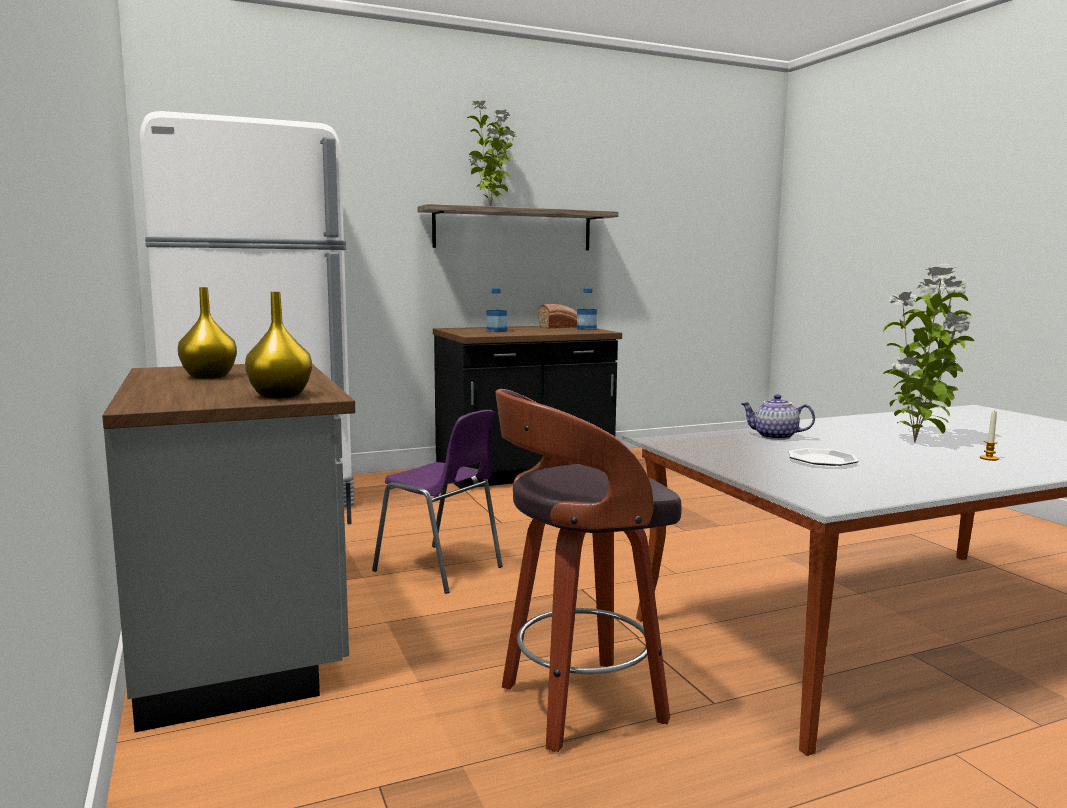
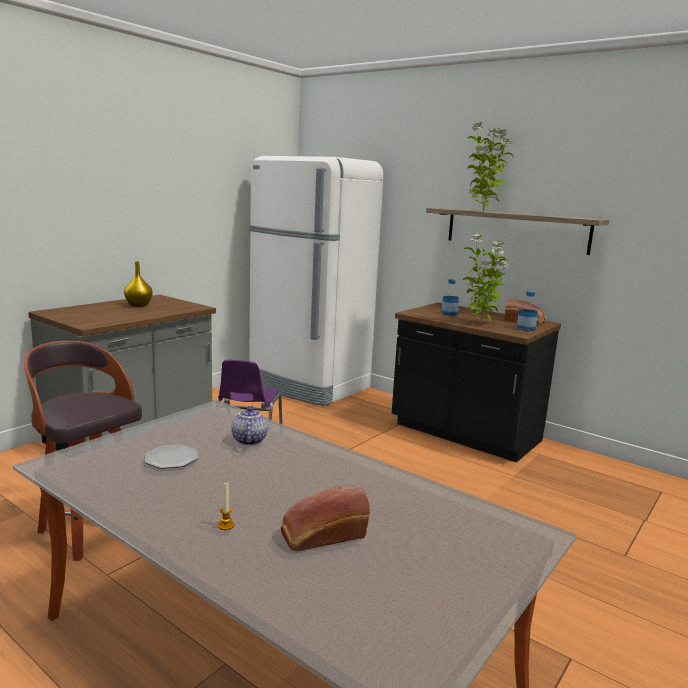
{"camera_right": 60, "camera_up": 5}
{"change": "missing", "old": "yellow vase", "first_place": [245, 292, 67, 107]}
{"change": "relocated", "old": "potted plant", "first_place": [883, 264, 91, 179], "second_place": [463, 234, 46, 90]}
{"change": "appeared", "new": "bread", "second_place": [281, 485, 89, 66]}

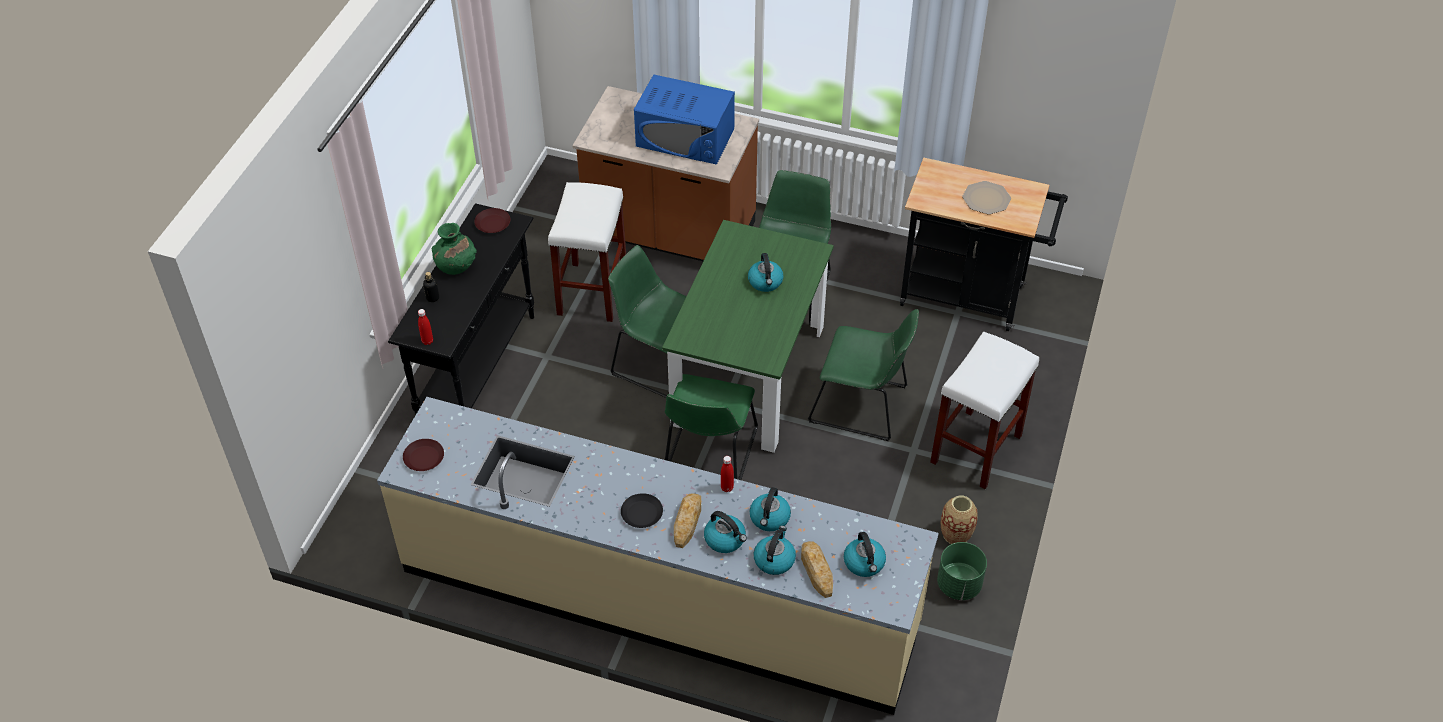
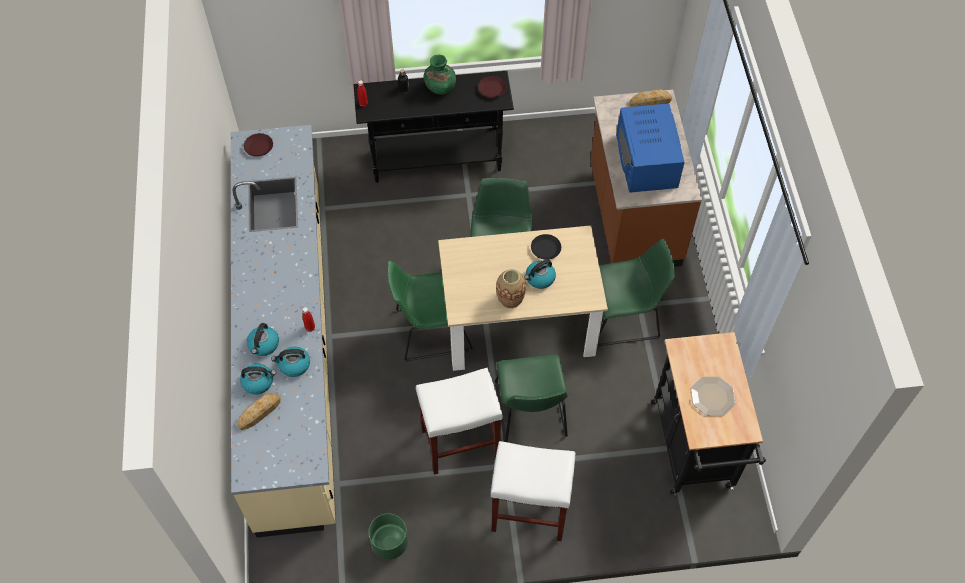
{"camera_right": 65, "camera_up": 10}
{"change": "relocated", "old": "white stool", "first_place": [548, 182, 78, 140], "second_place": [416, 368, 87, 107]}
{"change": "relocated", "old": "black plate", "first_place": [621, 493, 42, 35], "second_place": [531, 234, 30, 26]}
{"change": "colour", "old": "green dining table", "new": "beige dining table", "first_place": [662, 220, 172, 233], "second_place": [438, 225, 170, 146]}
{"change": "relocated", "old": "bread", "first_place": [674, 493, 27, 55], "second_place": [629, 89, 43, 18]}
{"change": "missing", "old": "kettle", "first_place": [844, 532, 42, 45]}
{"change": "relocated", "old": "vase", "first_place": [941, 495, 37, 49], "second_place": [496, 269, 30, 40]}

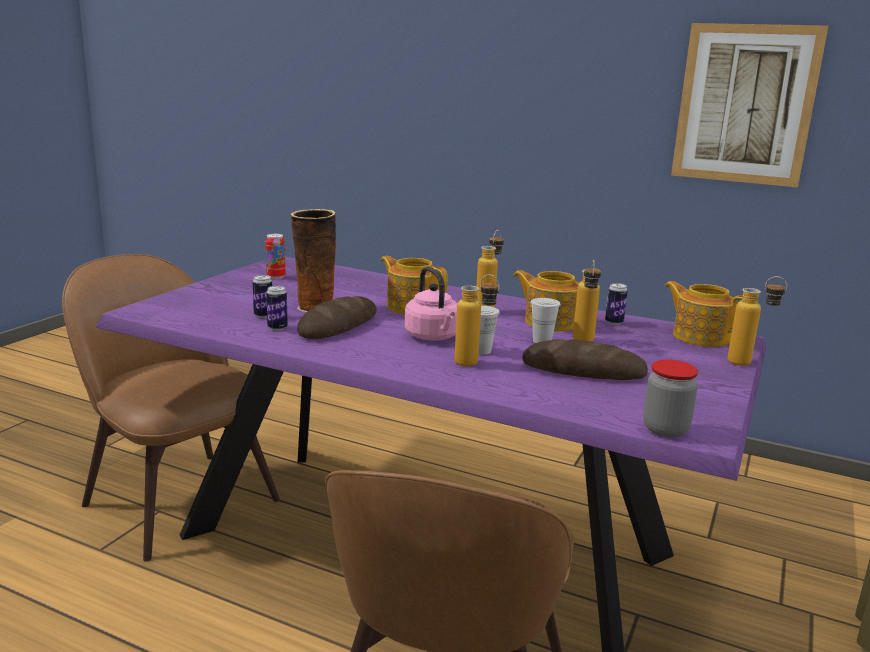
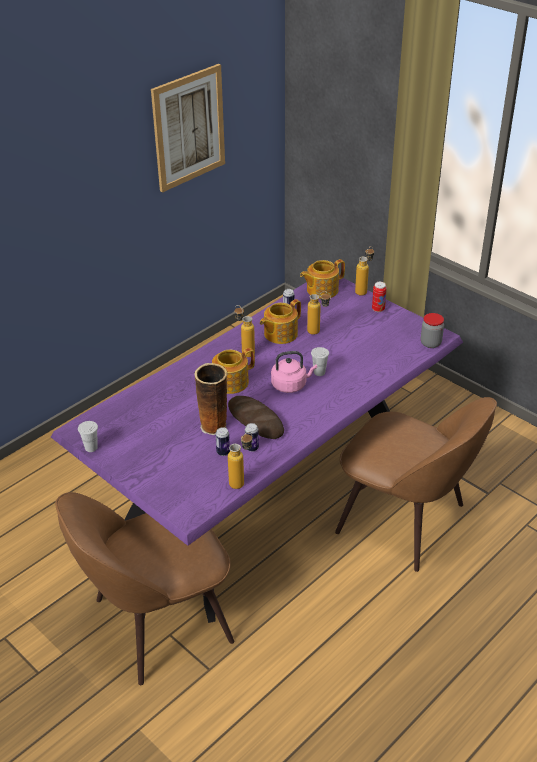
{"camera_right": -70, "camera_up": 20}
{"change": "relocated", "old": "can", "first_place": [265, 234, 21, 45], "second_place": [372, 282, 15, 30]}
{"change": "relocated", "old": "bottle", "first_place": [454, 274, 46, 93], "second_place": [228, 432, 24, 57]}
{"change": "missing", "old": "bread", "first_place": [522, 339, 126, 41]}
{"change": "relocated", "old": "white cup", "first_place": [531, 298, 30, 45], "second_place": [78, 421, 20, 31]}

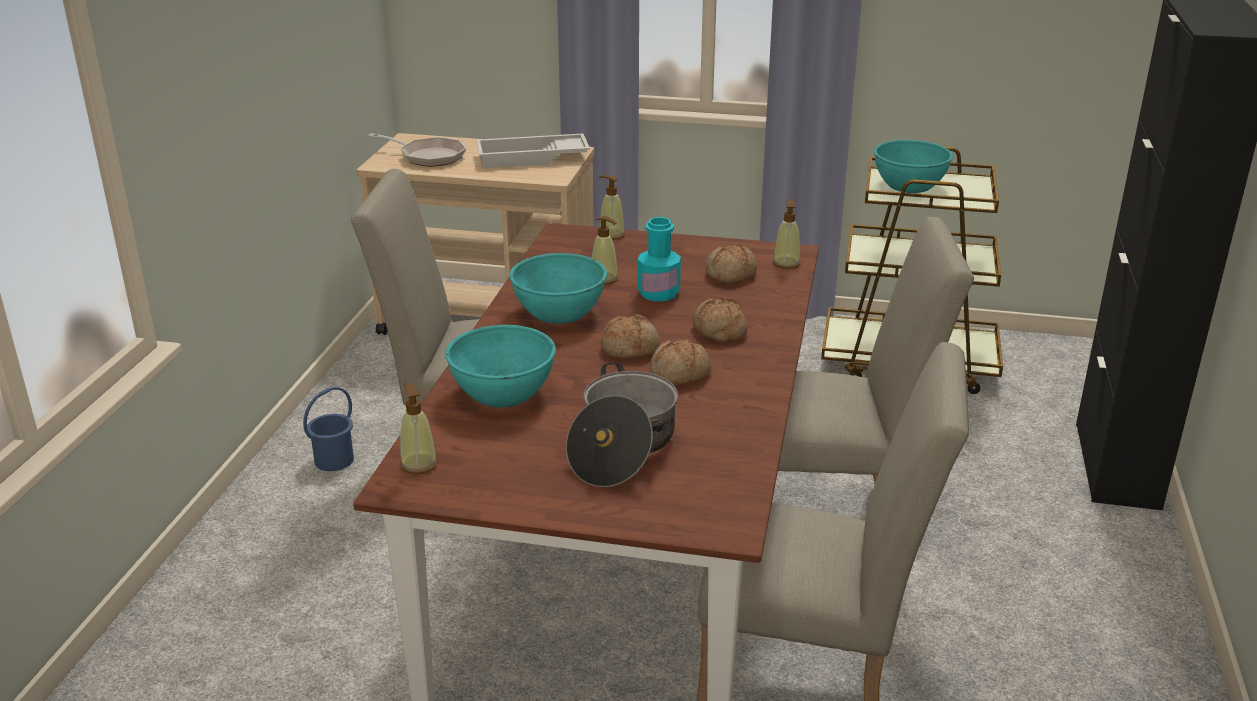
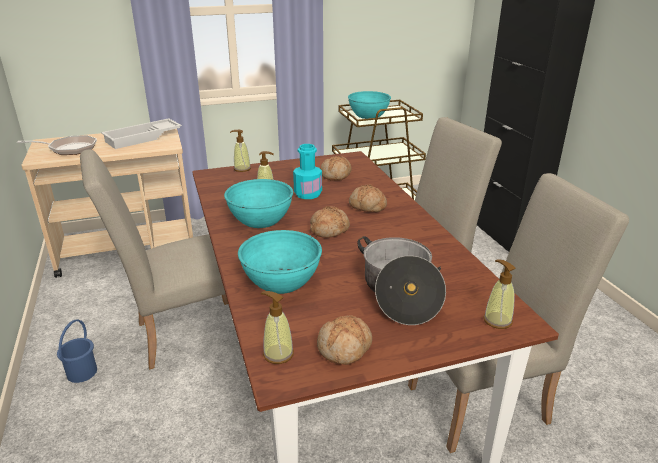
{"camera_right": -30, "camera_up": 0}
{"change": "relocated", "old": "bread", "first_place": [650, 339, 62, 47], "second_place": [317, 315, 55, 50]}
{"change": "relocated", "old": "soap dispenser", "first_place": [773, 200, 27, 69], "second_place": [483, 260, 33, 69]}

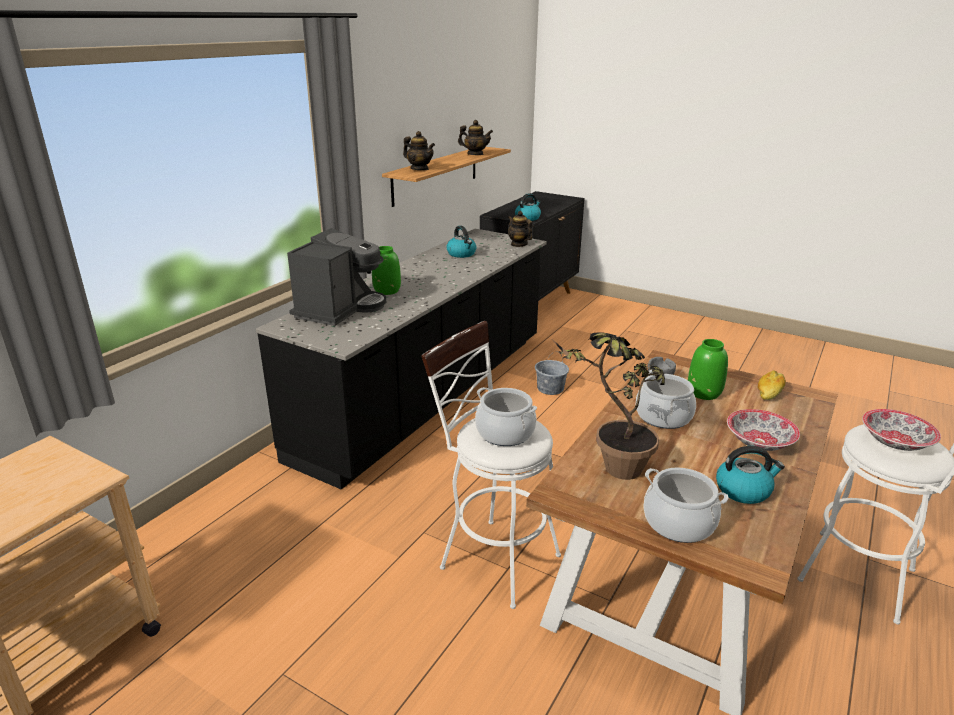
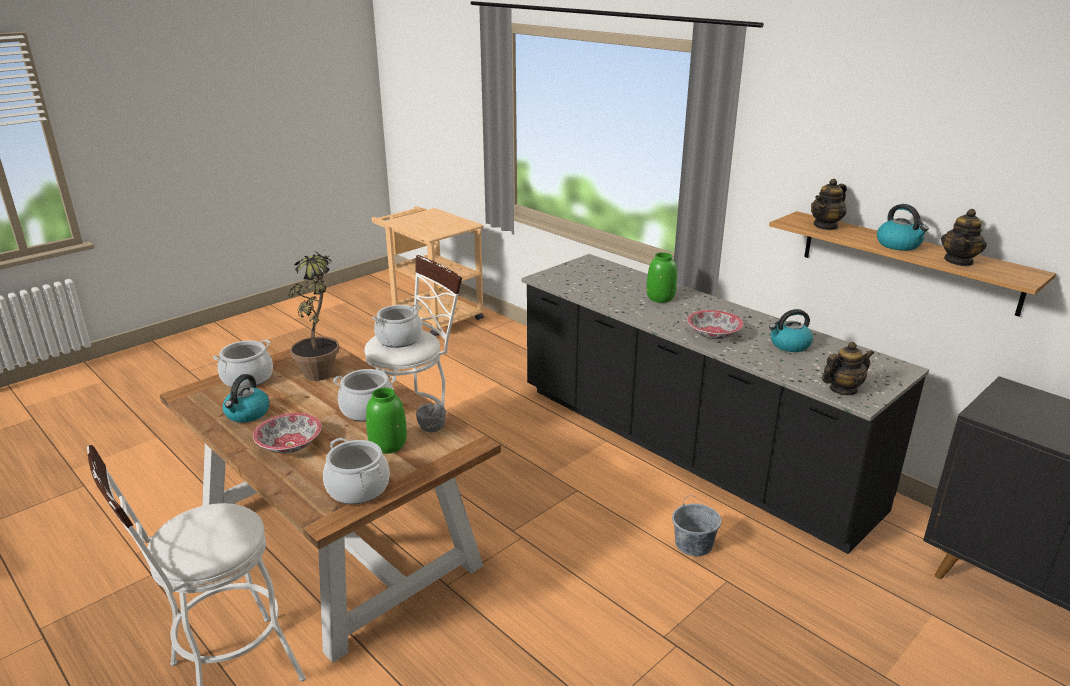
{"camera_right": 105, "camera_up": 0}
{"change": "missing", "old": "coffee machine", "first_place": [287, 228, 99, 98]}
{"change": "relocated", "old": "kettle", "first_place": [515, 193, 26, 28], "second_place": [877, 204, 52, 47]}
{"change": "exchanged", "old": "bread", "new": "cooking pot", "first_place": [758, 370, 28, 30], "second_place": [323, 438, 67, 66]}
{"change": "relocated", "old": "bowl", "first_place": [862, 409, 79, 42], "second_place": [687, 310, 56, 29]}

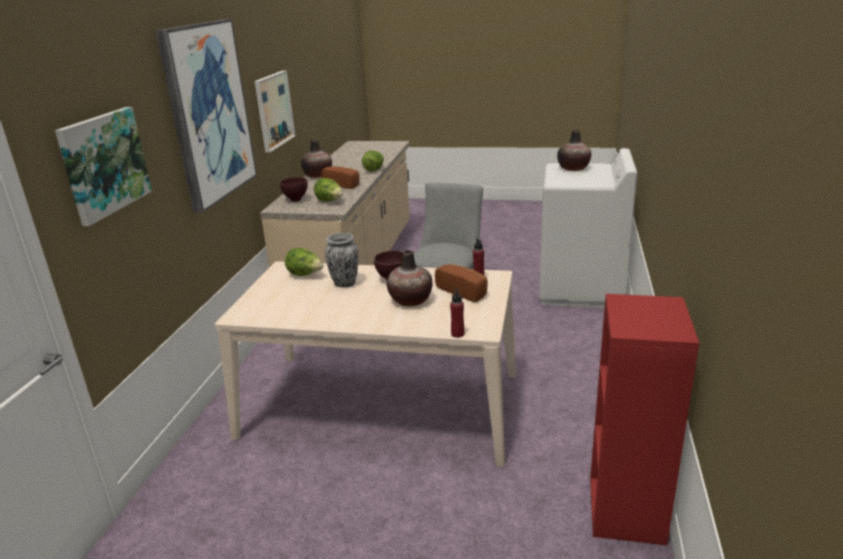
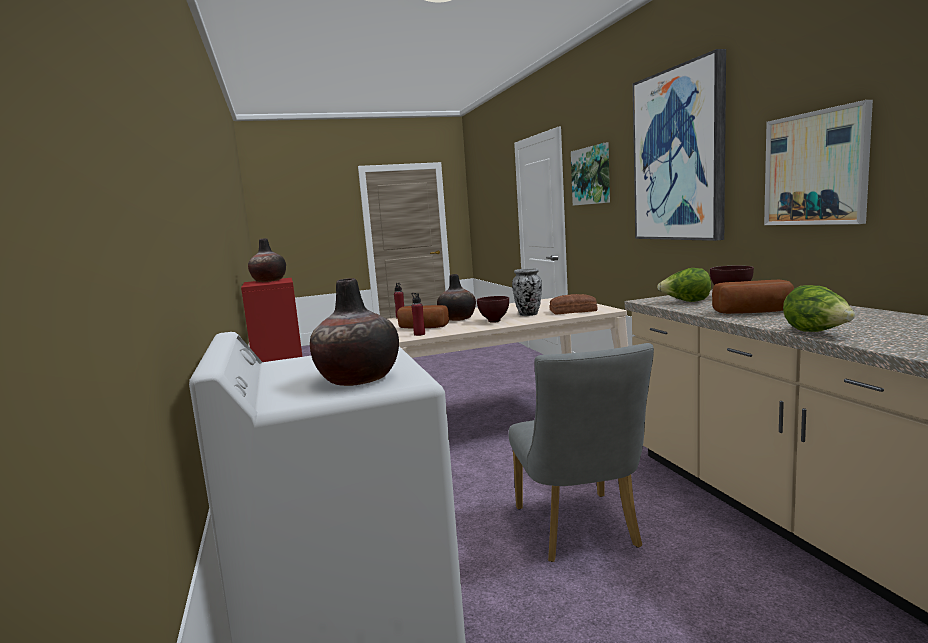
{"camera_right": 150, "camera_up": -15}
{"change": "exchanged", "old": "lettuce", "new": "bread", "first_place": [285, 248, 39, 28], "second_place": [549, 294, 48, 20]}
{"change": "relocated", "old": "vase", "first_place": [301, 139, 31, 39], "second_place": [248, 238, 38, 44]}

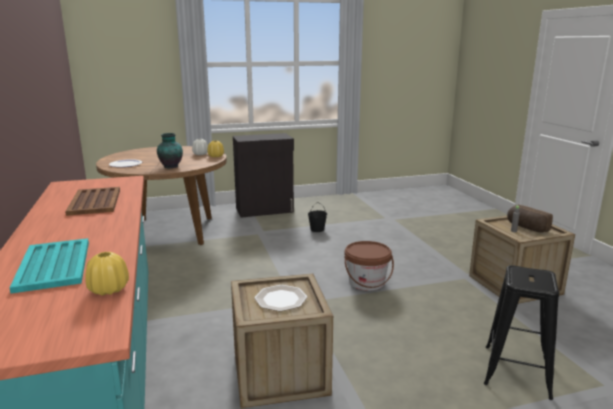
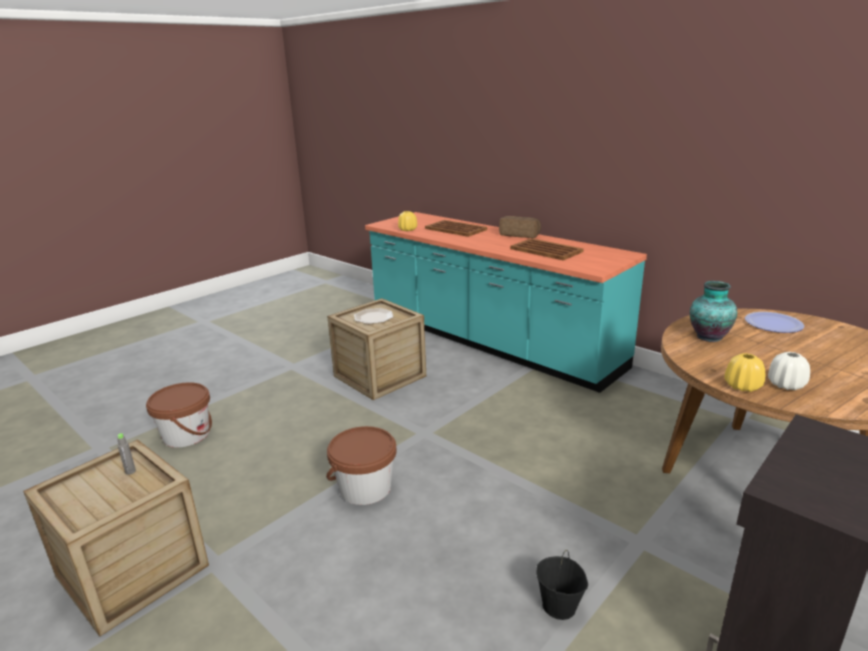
{"camera_right": 150, "camera_up": 5}
{"change": "colour", "old": "turquoise tray", "new": "brown tray", "first_place": [10, 238, 79, 55], "second_place": [425, 220, 62, 17]}
{"change": "exchanged", "old": "black stool", "new": "brown bucket", "first_place": [484, 265, 75, 135], "second_place": [146, 382, 66, 66]}
{"change": "relocated", "old": "bread", "first_place": [507, 205, 46, 28], "second_place": [499, 216, 42, 22]}

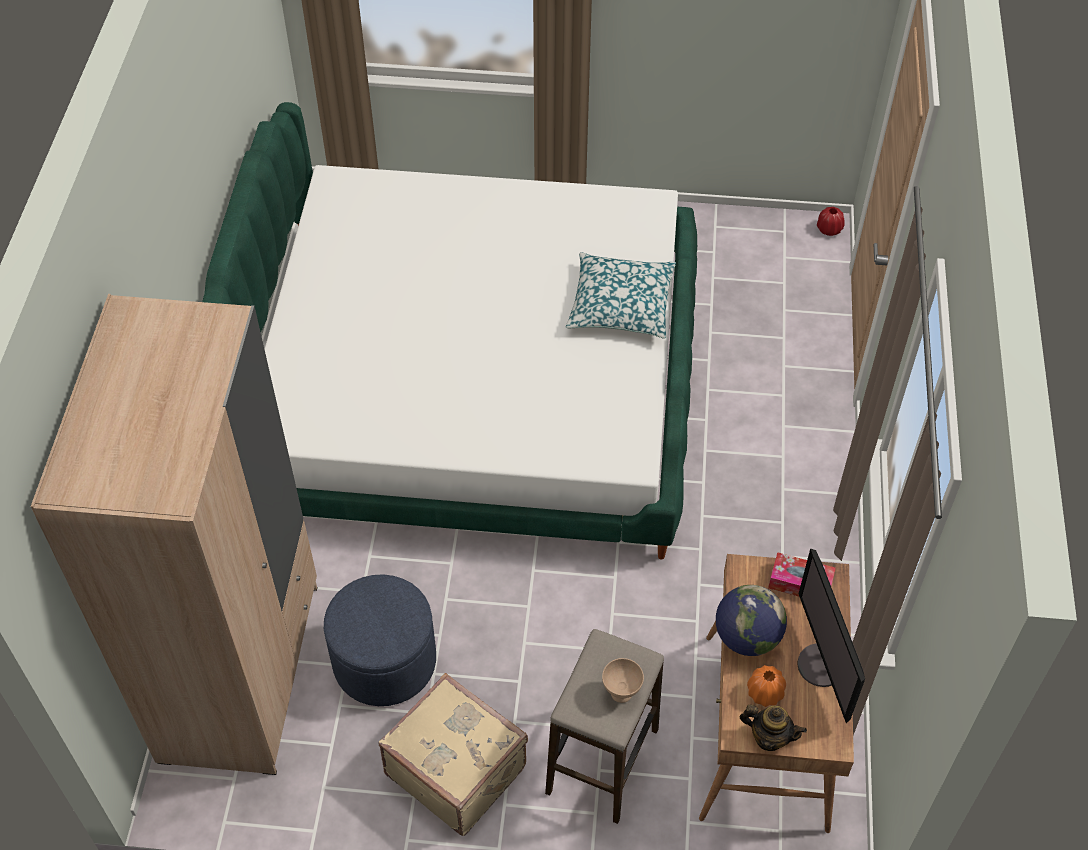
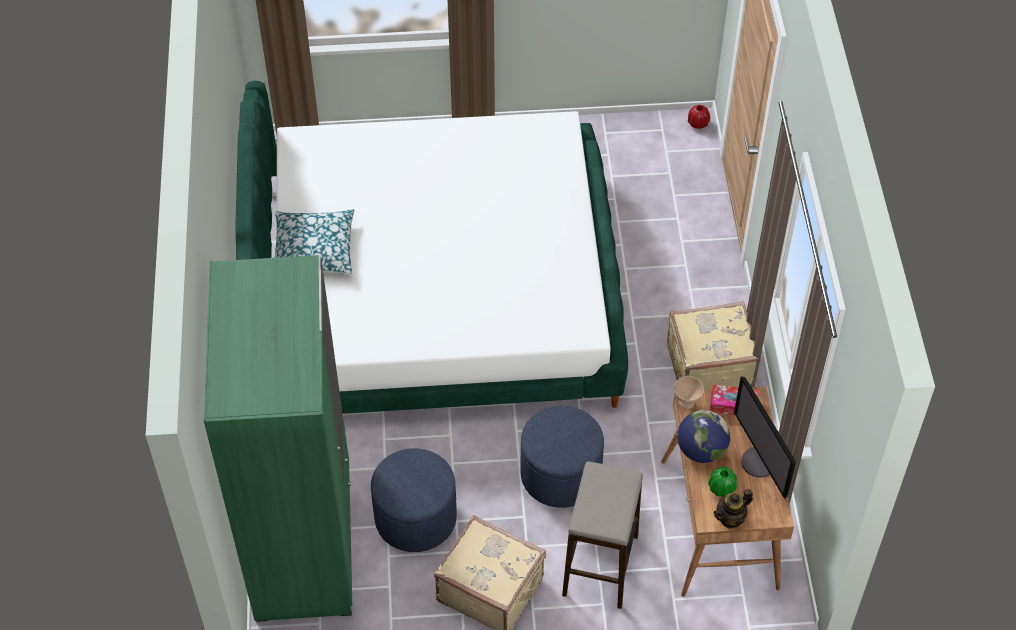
{"camera_right": -10, "camera_up": 0}
{"change": "colour", "old": "beige wardrobe", "new": "green wardrobe", "first_place": [31, 294, 286, 481], "second_place": [204, 255, 148, 367]}
{"change": "relocated", "old": "pillow", "first_place": [566, 252, 110, 87], "second_place": [274, 209, 80, 65]}
{"change": "relocated", "old": "beige bowl", "first_place": [602, 658, 42, 45], "second_place": [674, 376, 30, 33]}
{"change": "spun", "old": "teapot", "first_place": [740, 704, 67, 47], "second_place": [713, 489, 40, 40], "degrees": 135}
{"change": "colour", "old": "orange vase", "new": "green vase", "first_place": [747, 665, 39, 42], "second_place": [708, 467, 29, 30]}
{"change": "appeared", "new": "blue ottoman", "second_place": [520, 406, 84, 102]}
{"change": "appeared", "new": "beige suitcase", "second_place": [667, 302, 94, 88]}

